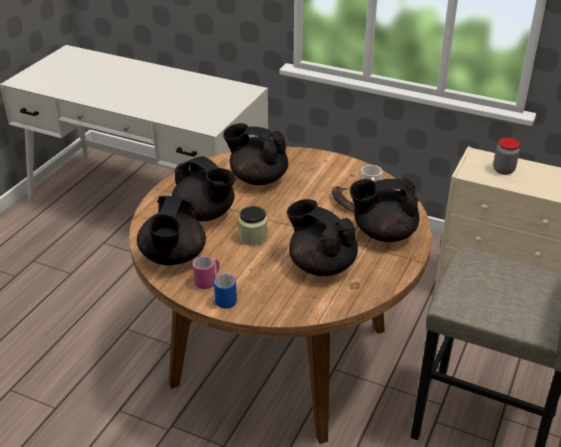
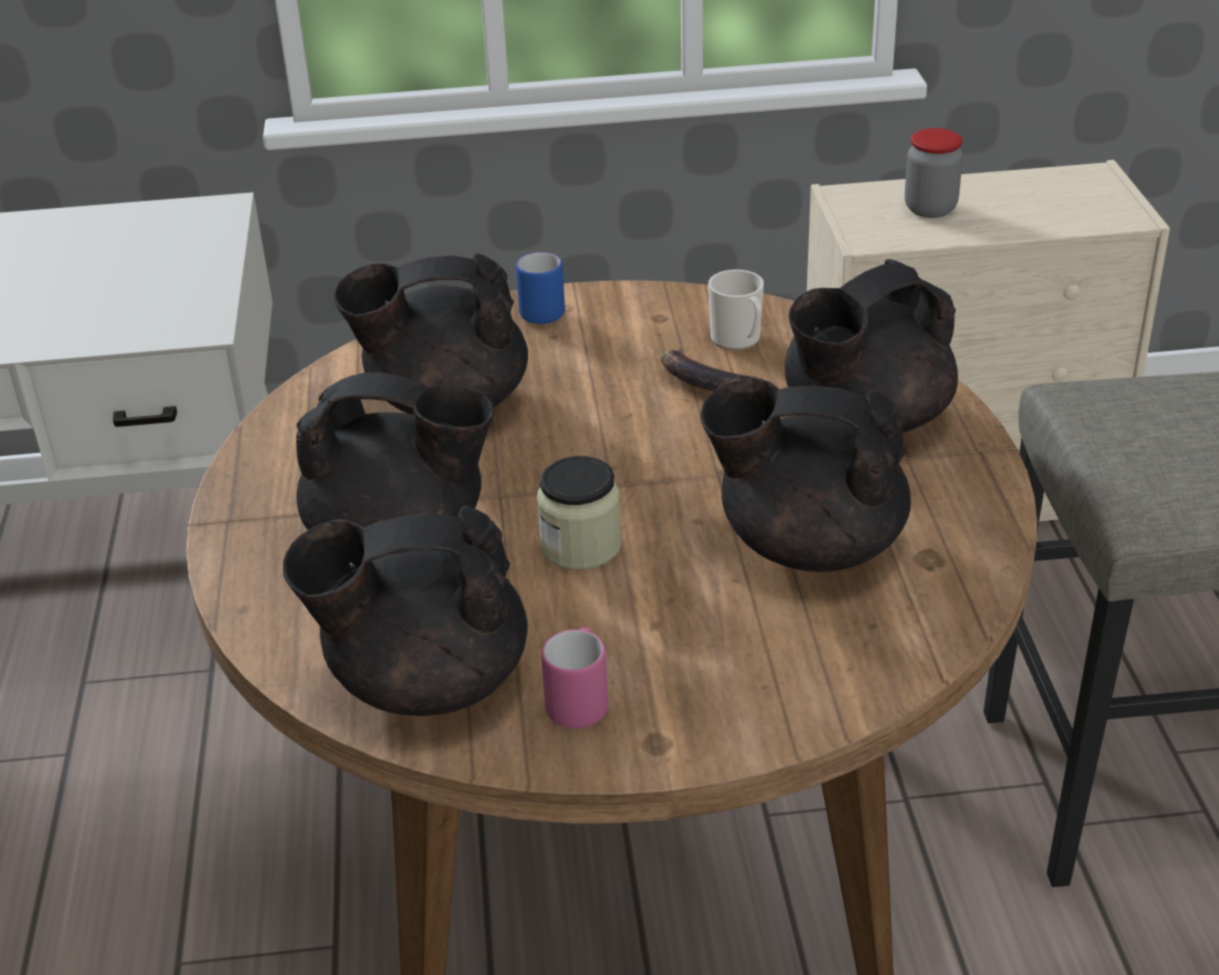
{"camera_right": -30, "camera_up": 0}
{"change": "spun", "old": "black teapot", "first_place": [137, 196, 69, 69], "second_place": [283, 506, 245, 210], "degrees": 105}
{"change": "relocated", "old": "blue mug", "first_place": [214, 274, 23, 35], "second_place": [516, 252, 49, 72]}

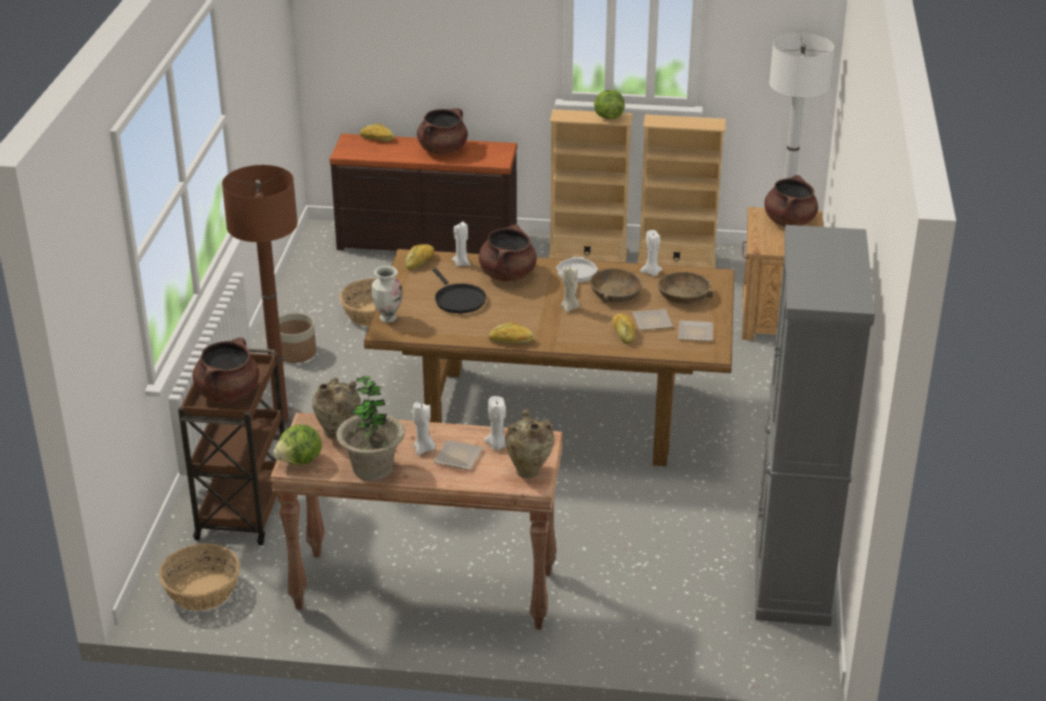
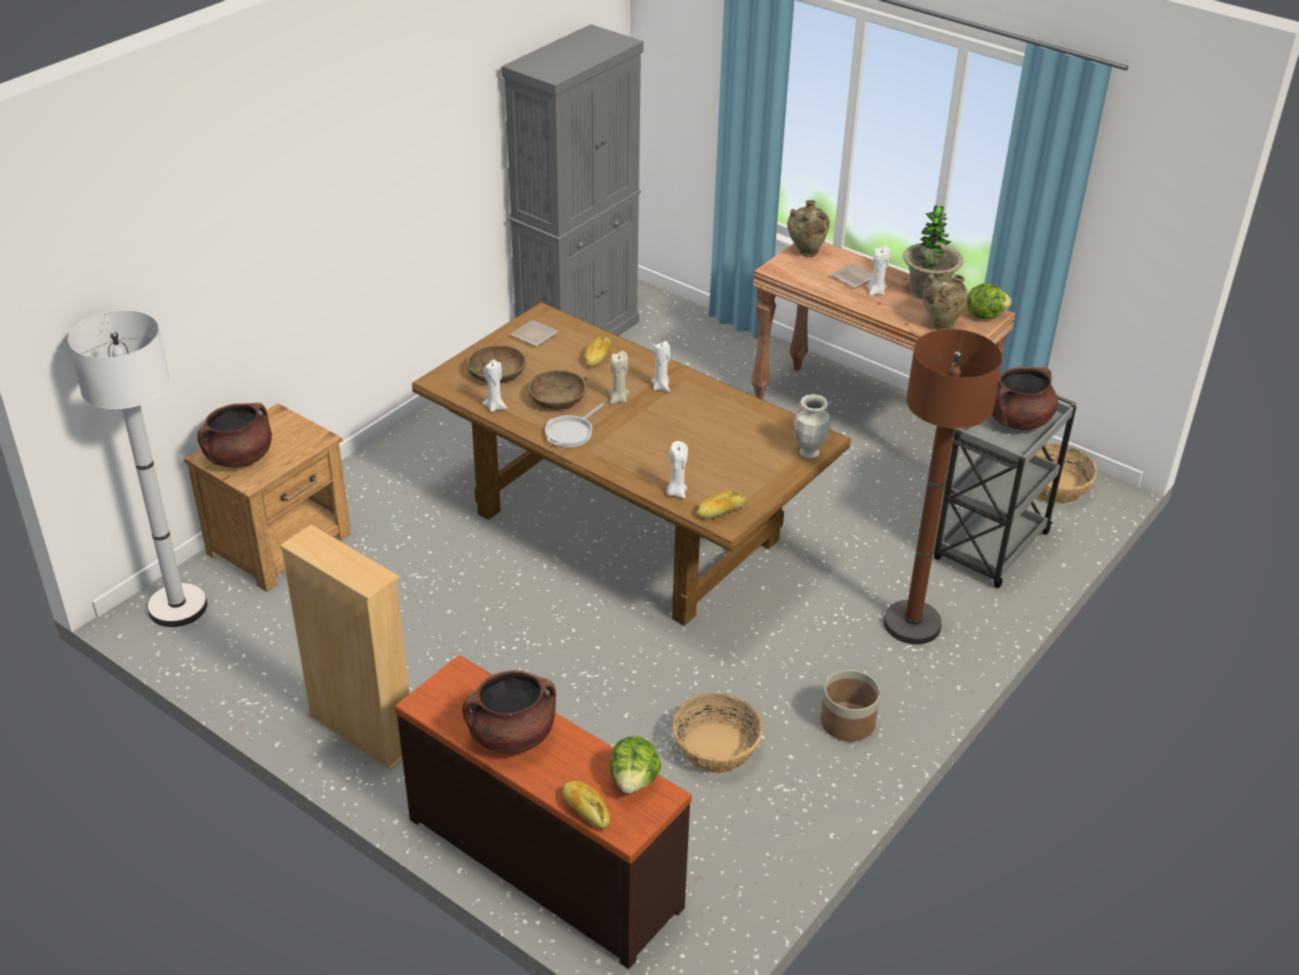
{"camera_right": -150, "camera_up": 5}
{"change": "colour", "old": "brown cart", "new": "grey cart", "first_place": [178, 348, 107, 197], "second_place": [934, 395, 143, 193]}
{"change": "missing", "old": "black frying pan", "first_place": [432, 268, 54, 45]}
{"change": "missing", "old": "brown cooking pot", "first_place": [479, 224, 58, 58]}
{"change": "relocated", "old": "white candle", "first_place": [484, 396, 22, 55], "second_place": [651, 341, 19, 51]}
{"change": "missing", "old": "bread", "first_place": [488, 322, 46, 21]}
{"change": "relocated", "old": "lettuce", "first_place": [594, 90, 31, 29], "second_place": [610, 736, 51, 57]}
{"change": "missing", "old": "plate", "first_place": [633, 309, 40, 21]}
{"change": "missing", "old": "beige bookcase", "first_place": [637, 115, 89, 153]}

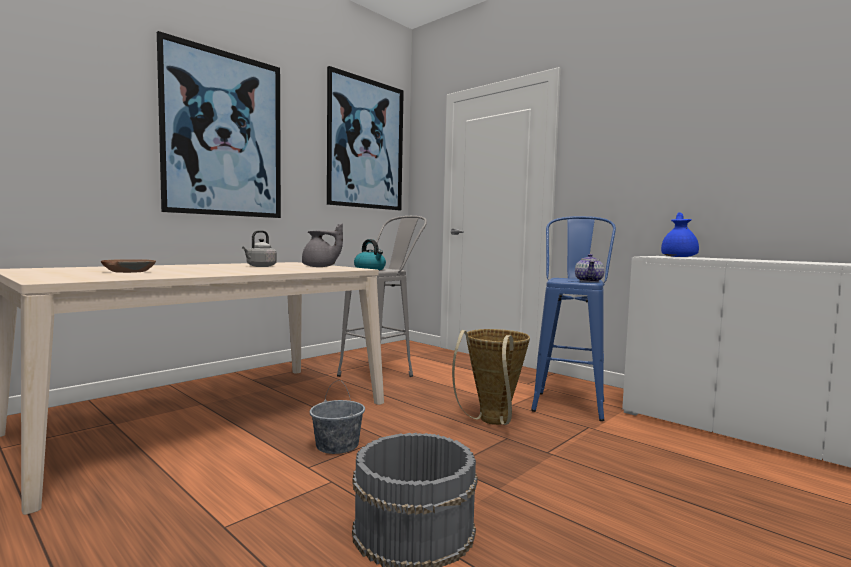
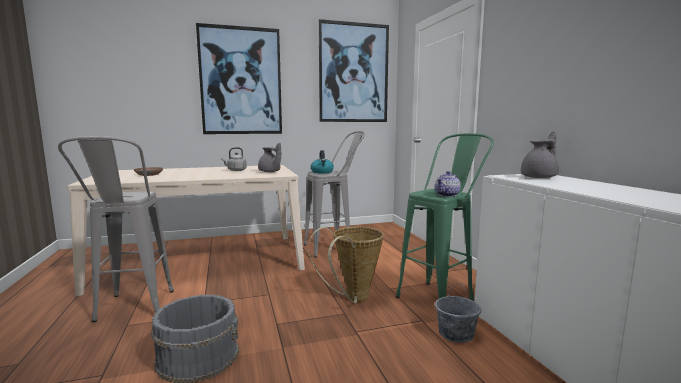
{"camera_right": 30, "camera_up": 5}
{"change": "relocated", "old": "grey bucket", "first_place": [310, 380, 55, 74], "second_place": [435, 283, 46, 60]}
{"change": "colour", "old": "blue stool", "new": "green stool", "first_place": [531, 216, 85, 205], "second_place": [396, 133, 98, 168]}
{"change": "colour", "old": "blue teapot", "new": "grey teapot", "first_place": [661, 212, 38, 45], "second_place": [521, 131, 38, 47]}
{"change": "appeared", "new": "grey stool", "second_place": [58, 136, 116, 186]}

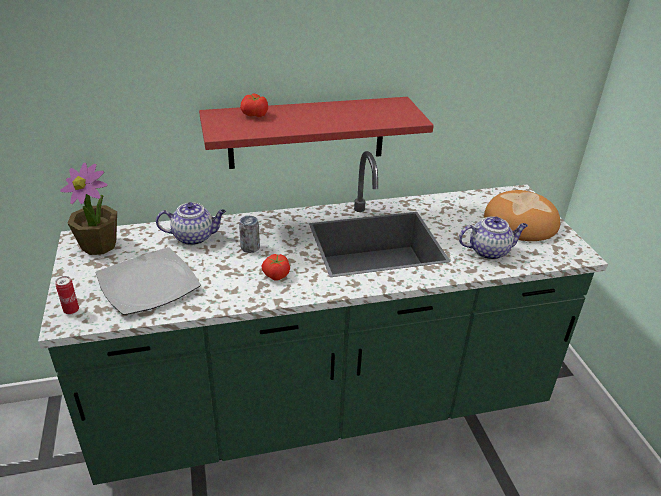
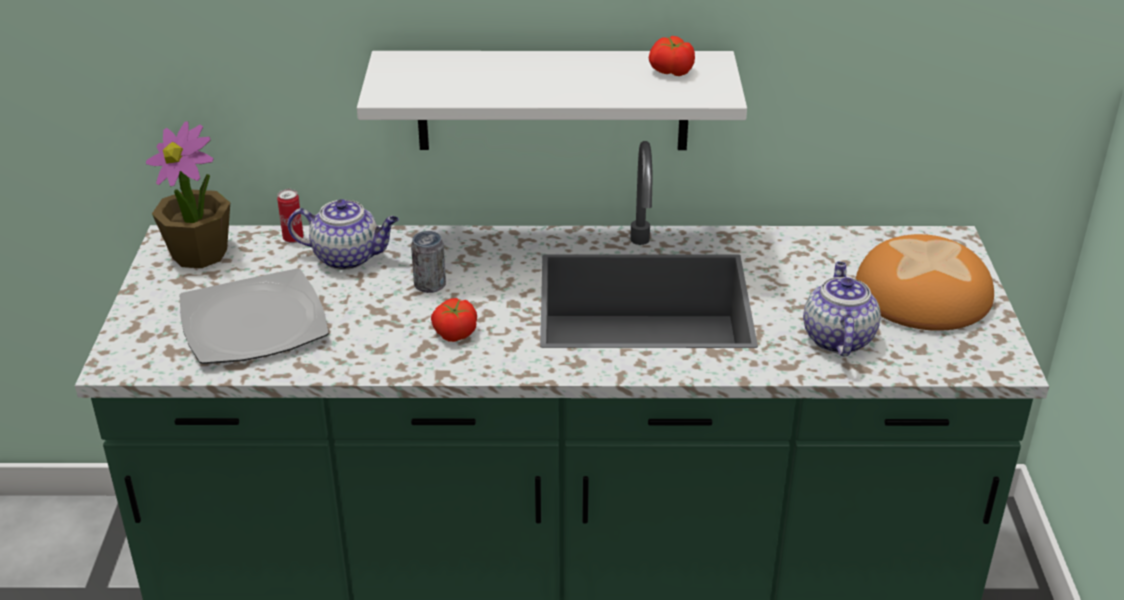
{"camera_right": 15, "camera_up": 0}
{"change": "relocated", "old": "can", "first_place": [55, 276, 24, 38], "second_place": [277, 189, 27, 54]}
{"change": "colour", "old": "red shelf", "new": "white shelf", "first_place": [199, 97, 235, 72], "second_place": [357, 51, 390, 99]}
{"change": "relocated", "old": "tomato", "first_place": [240, 94, 28, 23], "second_place": [649, 36, 46, 40]}
{"change": "spun", "old": "teapot", "first_place": [459, 216, 69, 44], "second_place": [803, 262, 78, 94], "degrees": -90}

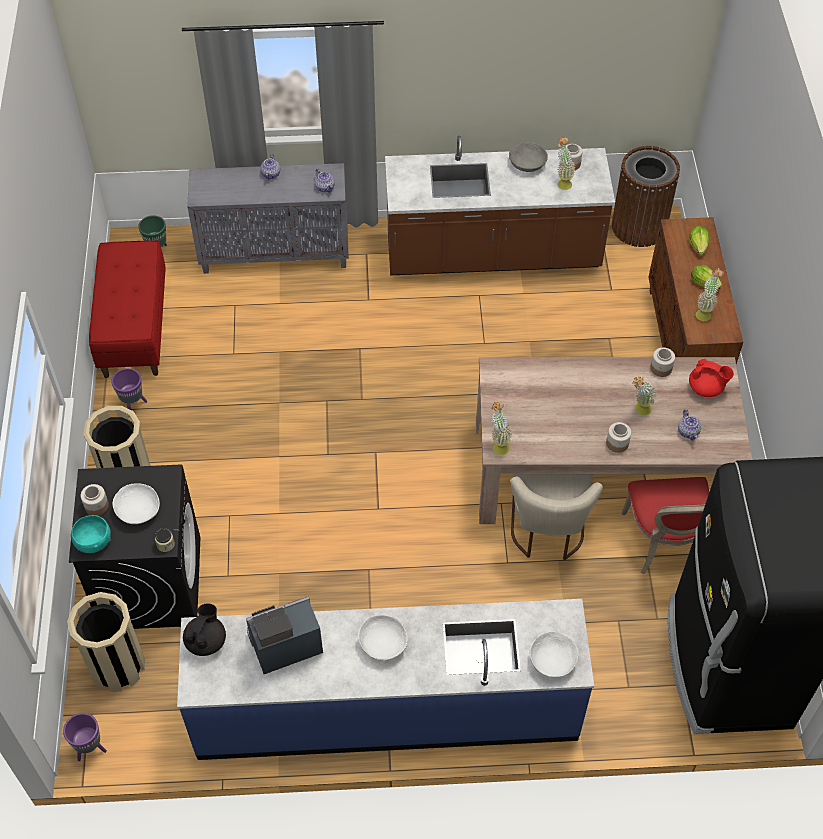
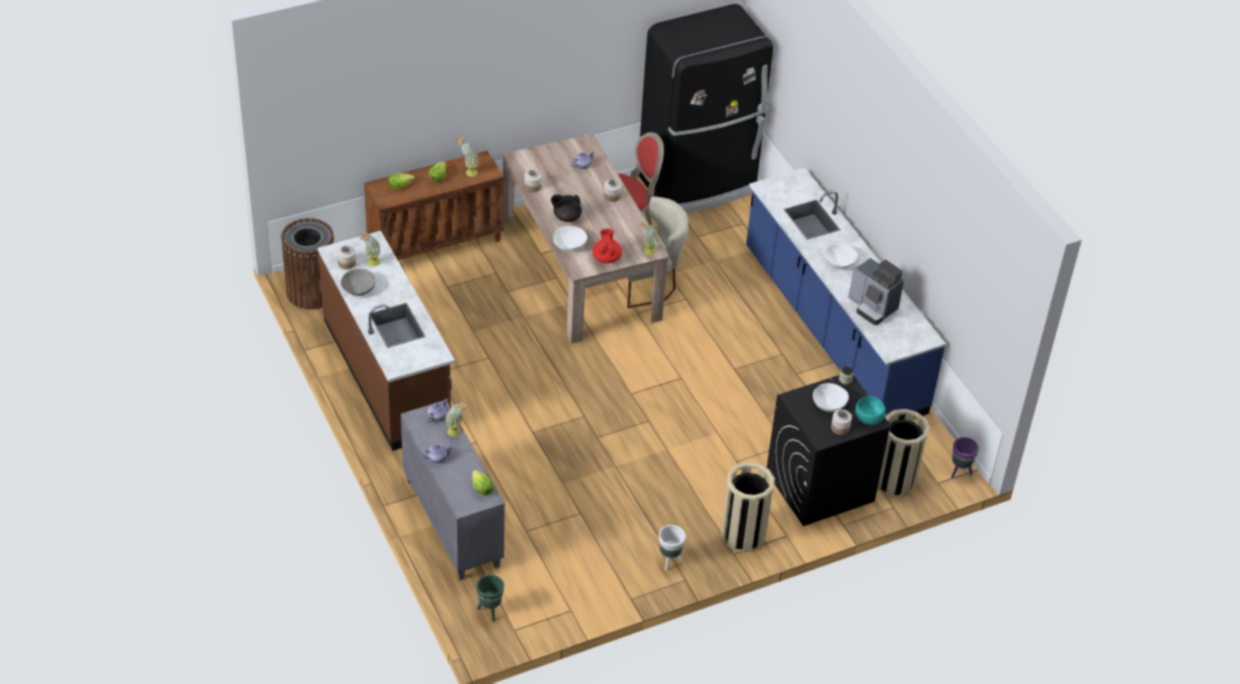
{"camera_right": -115, "camera_up": -10}
{"change": "missing", "old": "red bench", "first_place": [89, 241, 77, 137]}
{"change": "colour", "old": "purple planter", "new": "white planter", "first_place": [111, 368, 36, 49], "second_place": [659, 525, 27, 46]}
{"change": "relocated", "old": "black teapot", "first_place": [183, 603, 43, 53], "second_place": [551, 194, 31, 28]}
{"change": "relocated", "old": "white bowl", "first_place": [530, 631, 49, 47], "second_place": [553, 226, 34, 25]}
{"change": "relocated", "old": "potted plant", "first_place": [632, 376, 25, 40], "second_place": [445, 402, 21, 35]}
{"change": "relocated", "old": "red teapot", "first_place": [689, 359, 45, 38], "second_place": [593, 229, 29, 34]}
{"change": "appeared", "new": "lettuce", "second_place": [472, 470, 21, 25]}

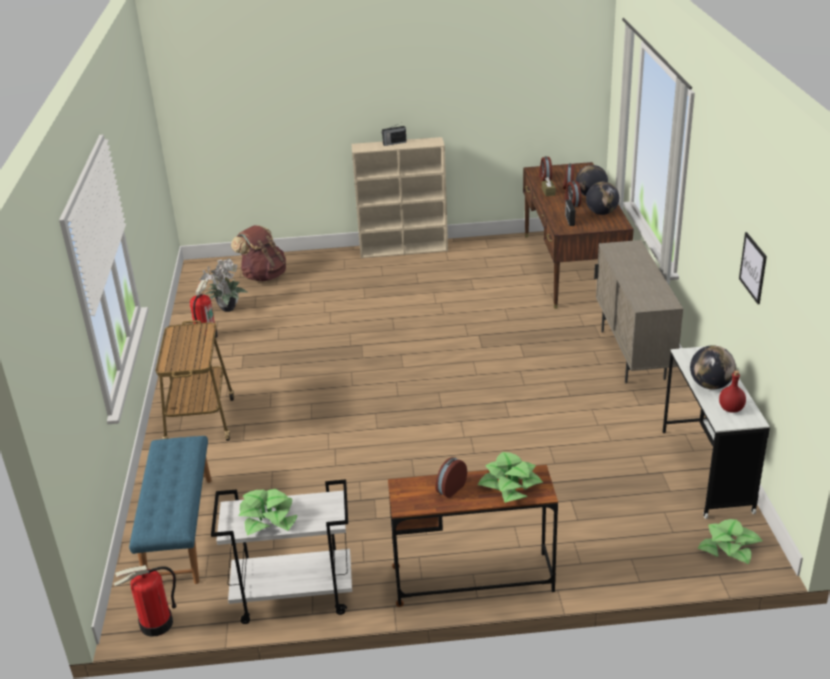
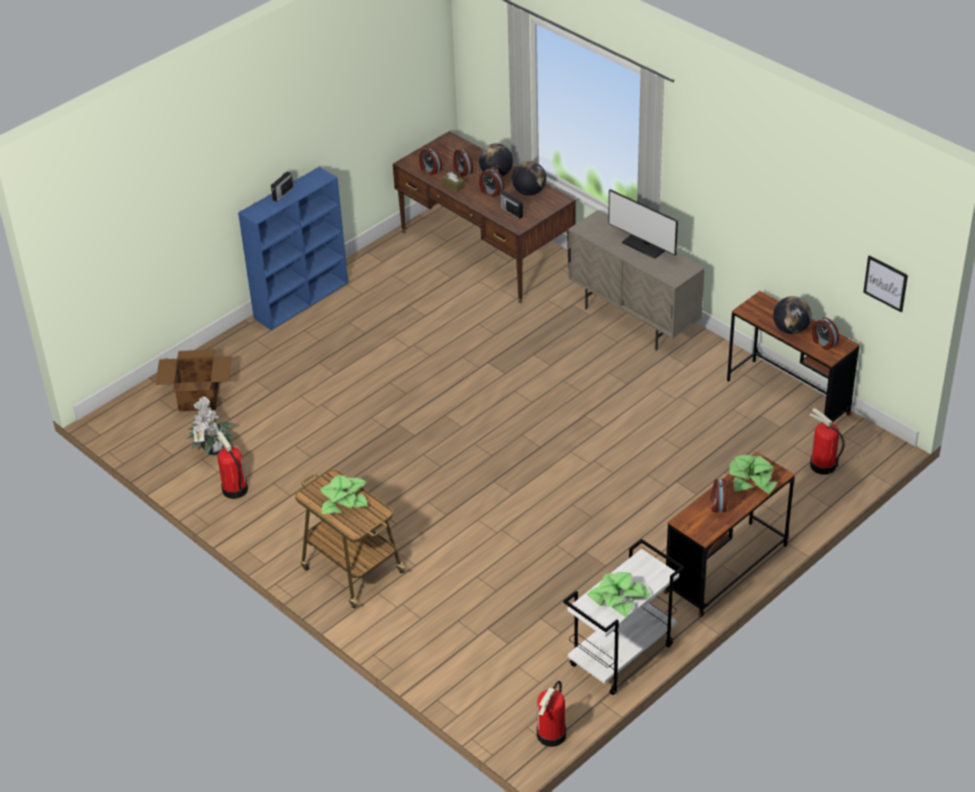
{"camera_right": -40, "camera_up": 10}
{"change": "missing", "old": "blue bench", "first_place": [129, 436, 83, 148]}
{"change": "exchanged", "old": "brown backpack", "new": "cardboard box", "first_place": [231, 225, 55, 56], "second_place": [156, 349, 76, 62]}
{"change": "colour", "old": "beige bookcase", "new": "blue bookcase", "first_place": [351, 137, 97, 121], "second_place": [238, 167, 110, 163]}
{"change": "colour", "old": "white desk", "new": "brown desk", "first_place": [663, 345, 107, 174], "second_place": [727, 291, 133, 132]}
{"change": "relocated", "old": "potted plant", "first_place": [697, 519, 65, 46], "second_place": [320, 475, 48, 39]}
{"change": "exchanged", "old": "red bottle", "new": "alarm clock", "first_place": [719, 371, 27, 42], "second_place": [812, 318, 27, 32]}
{"change": "relocated", "old": "picture", "first_place": [739, 232, 28, 72], "second_place": [863, 255, 45, 57]}
{"change": "appeared", "new": "monitor", "second_place": [608, 189, 70, 70]}
{"change": "appeared", "new": "fire extinguisher", "second_place": [810, 408, 35, 67]}

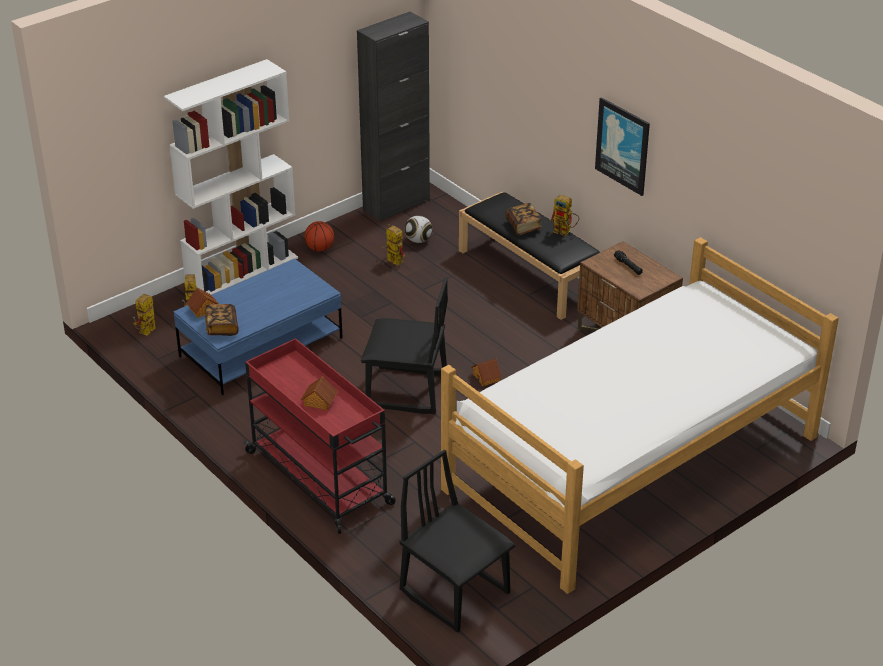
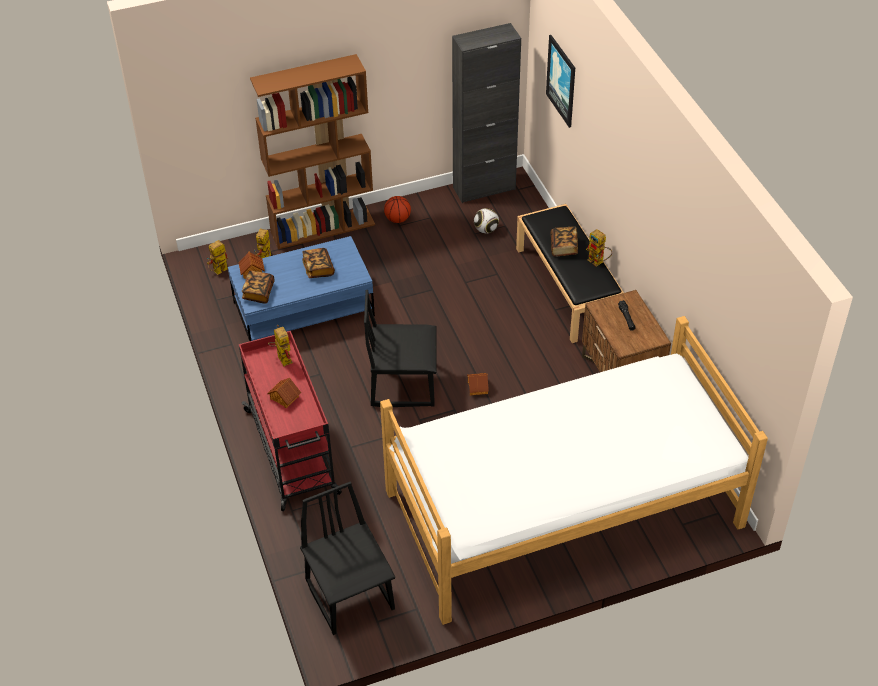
{"camera_right": 20, "camera_up": 10}
{"change": "colour", "old": "white bookcase", "new": "brown bookcase", "first_place": [164, 59, 134, 236], "second_place": [250, 54, 125, 195]}
{"change": "spun", "old": "black chair", "first_place": [361, 277, 87, 137], "second_place": [364, 290, 73, 117], "degrees": 150}
{"change": "relocated", "old": "toy robot", "first_place": [379, 224, 26, 41], "second_place": [268, 325, 25, 41]}
{"change": "relocated", "old": "picture", "first_place": [595, 97, 55, 99], "second_place": [546, 35, 29, 93]}
{"change": "appeared", "new": "book", "second_place": [302, 248, 33, 30]}

